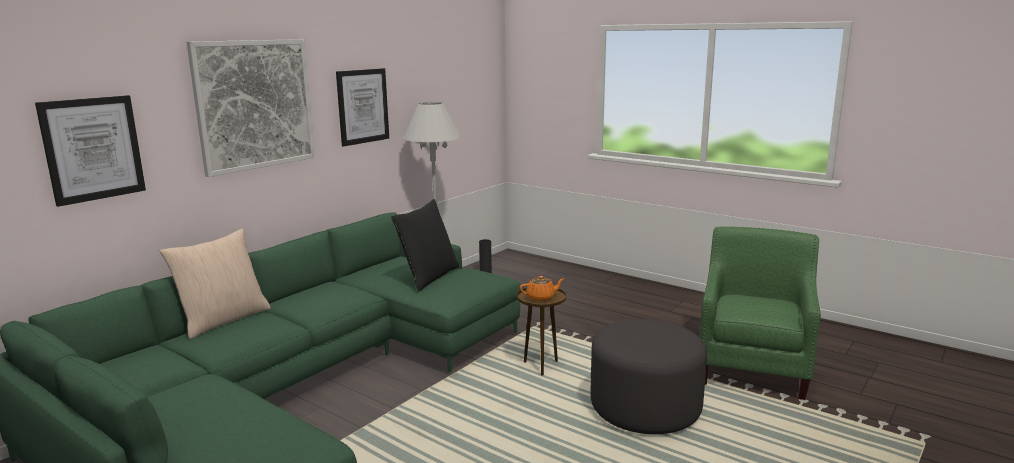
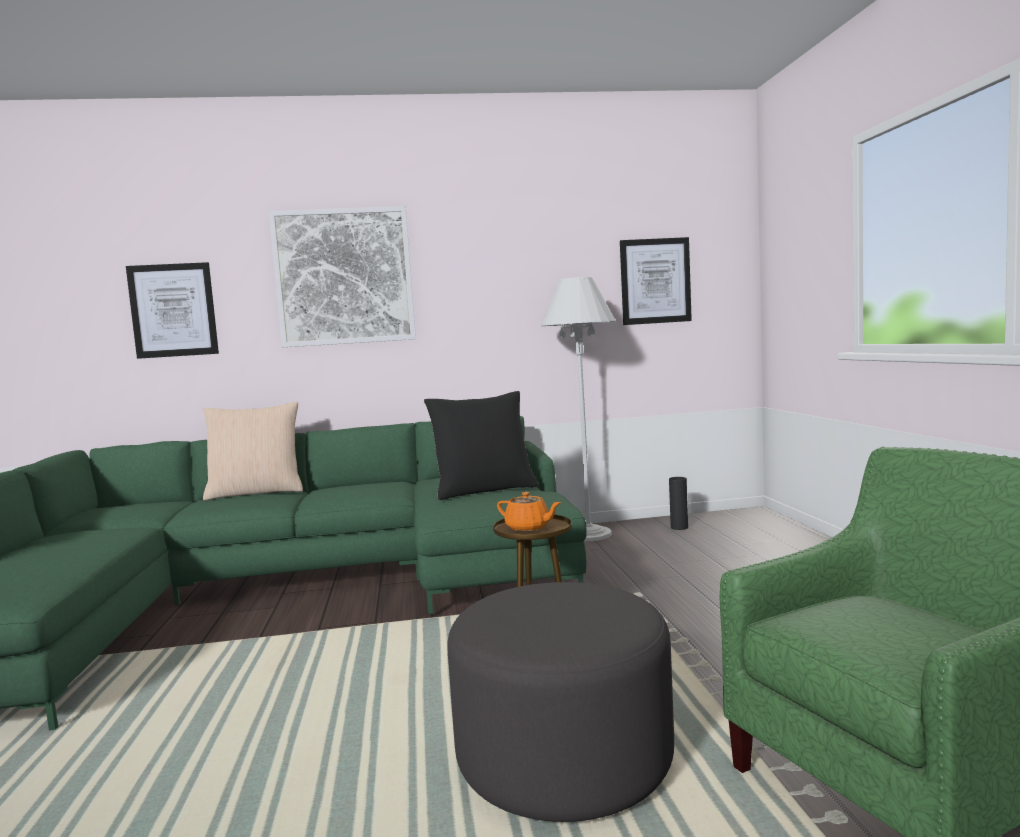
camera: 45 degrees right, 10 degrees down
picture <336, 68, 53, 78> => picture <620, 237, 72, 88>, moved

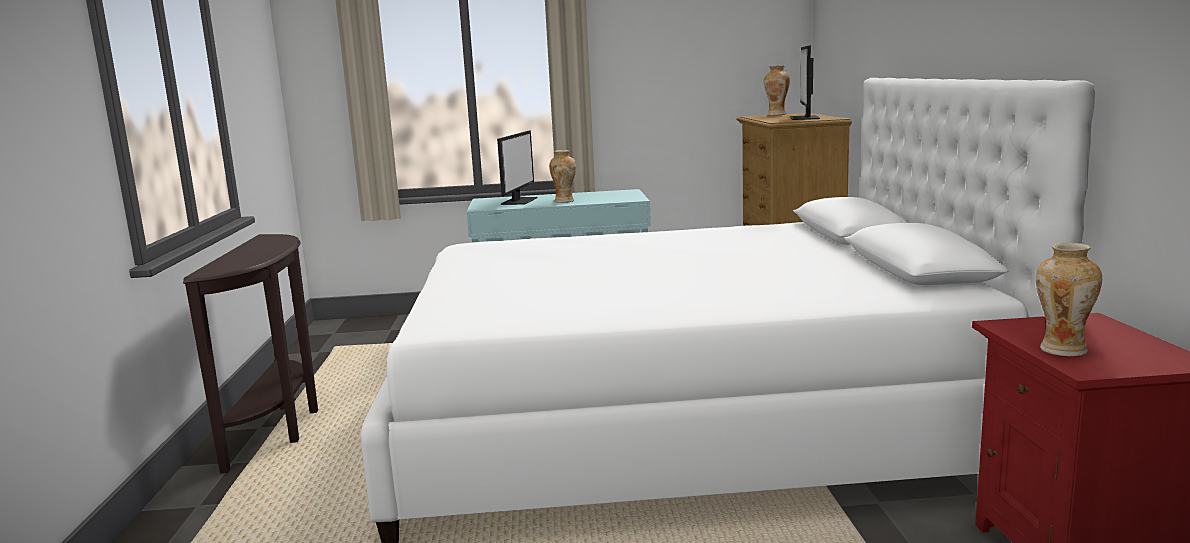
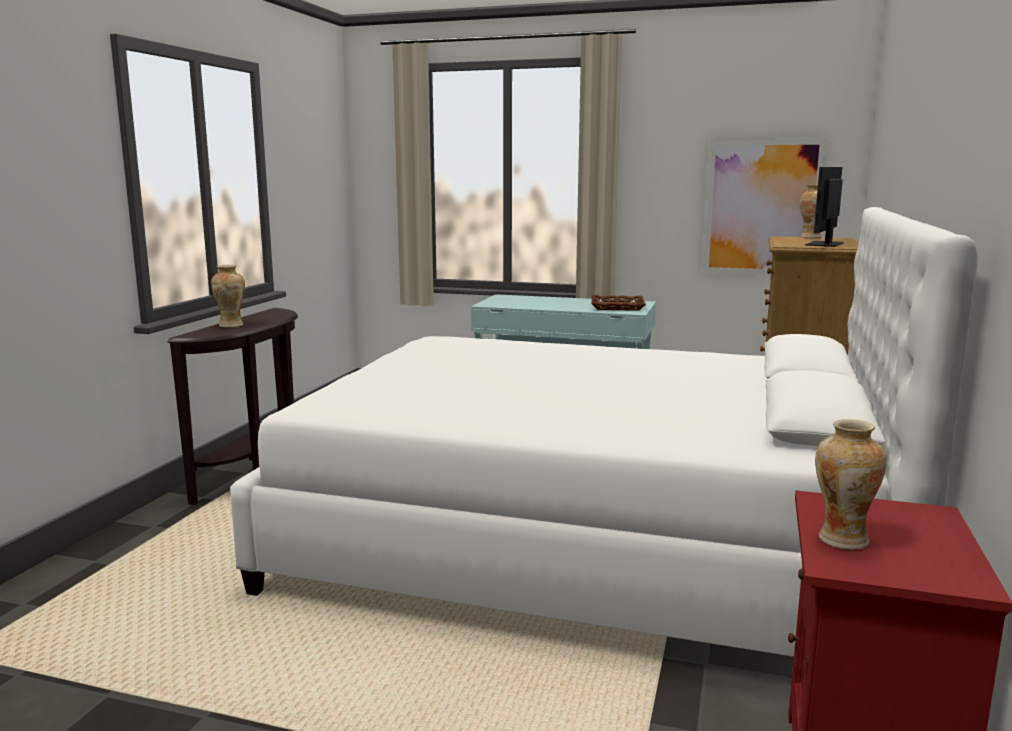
camera: 20 degrees right, 0 degrees up
vase <549, 150, 27, 53> => vase <211, 265, 34, 63>, moved
nothing => tray (brown) <591, 295, 55, 16>
nothing => picture <703, 138, 124, 137>
monitor <497, 131, 41, 74> => nothing

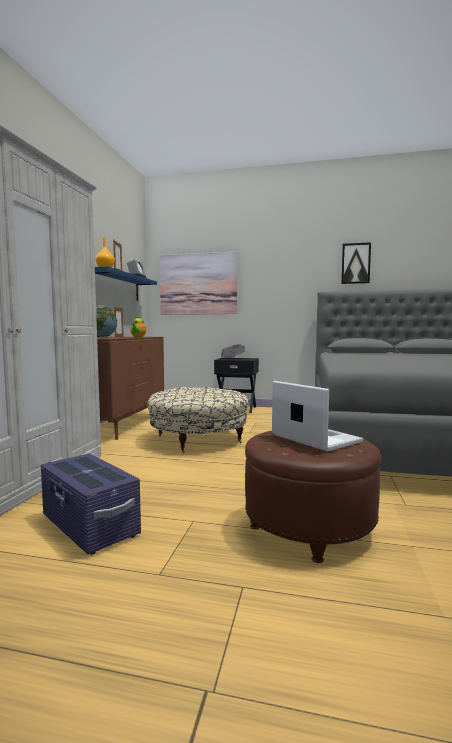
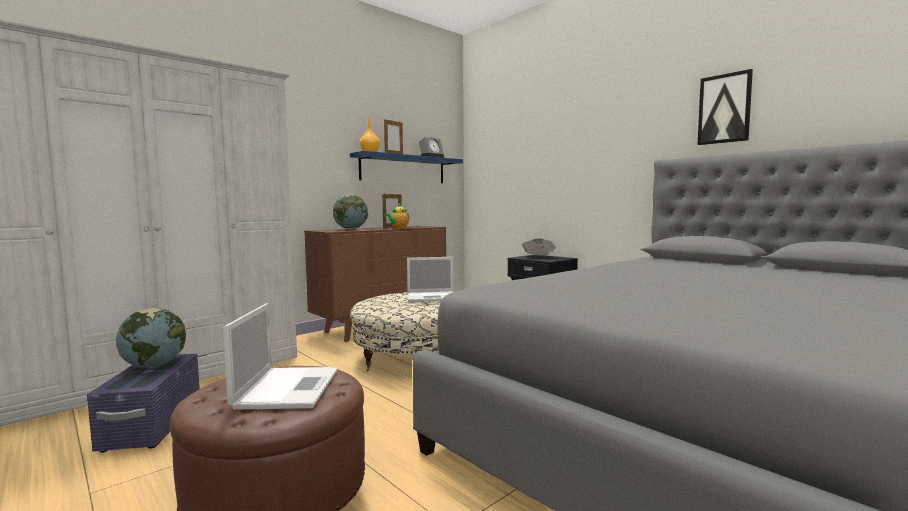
camera: 35 degrees right, 0 degrees up
nothing => globe <116, 308, 70, 60>
nothing => laptop <407, 257, 46, 45>
picture <160, 252, 77, 63> => nothing

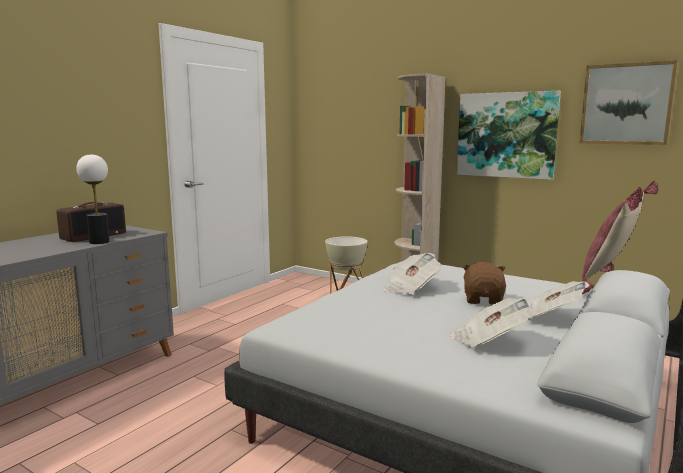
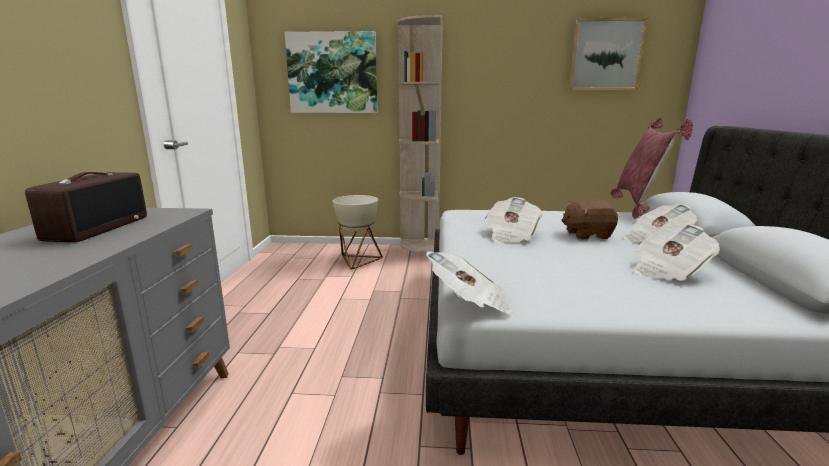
camera: 30 degrees left, 5 degrees up
picture <457, 91, 104, 89> => picture <285, 31, 93, 82>, moved
nothing => newspaper <426, 251, 86, 63>
plush toy (brown) <462, 262, 44, 43> => plush toy (brown) <562, 199, 56, 41>, 75 degrees counterclockwise
table lamp <76, 154, 34, 90> => nothing

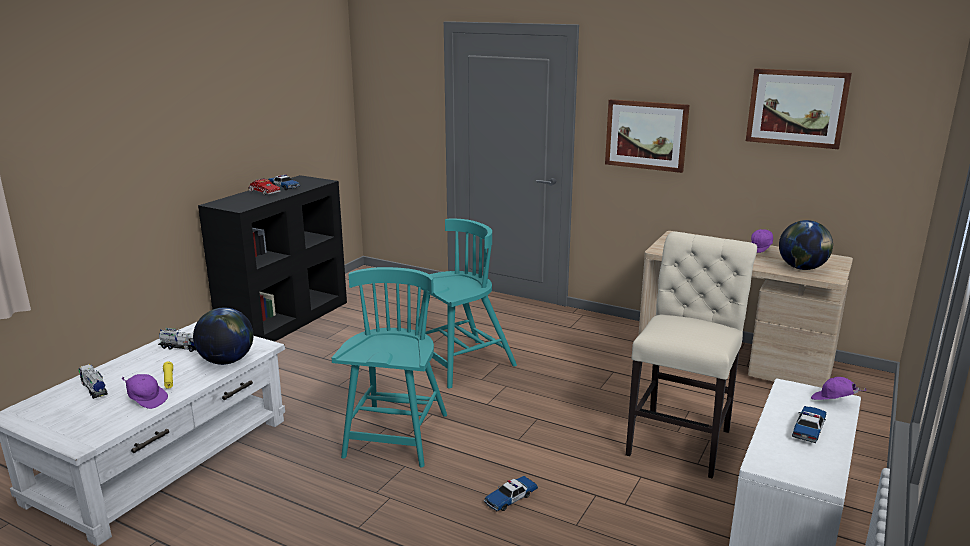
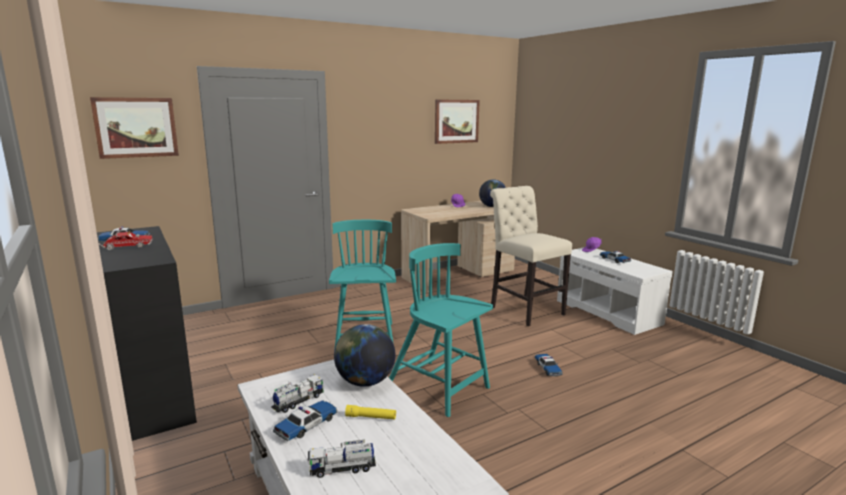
camera: 60 degrees left, 5 degrees down
picture <605, 99, 85, 74> => picture <90, 97, 89, 62>, moved
nothing => toy car <273, 400, 65, 41>
cap (purple) <122, 374, 46, 35> => nothing

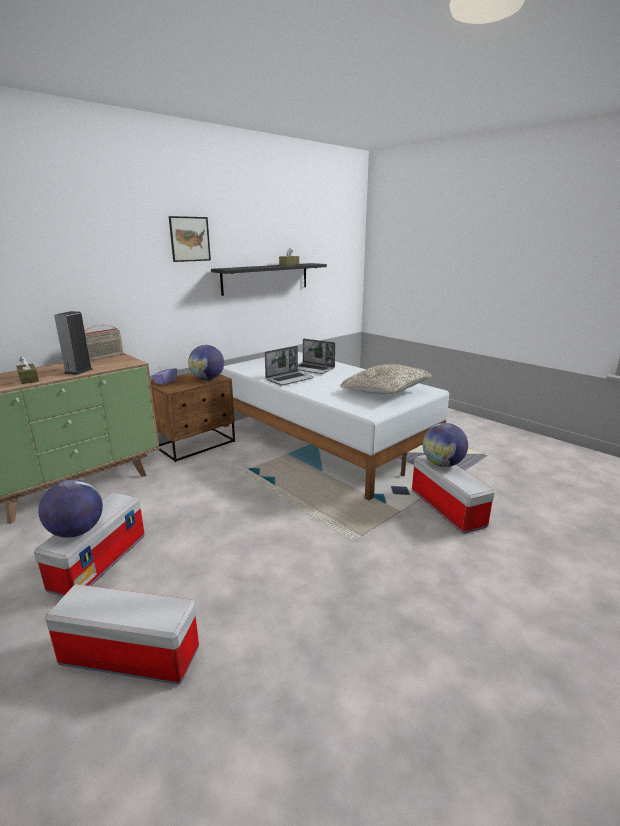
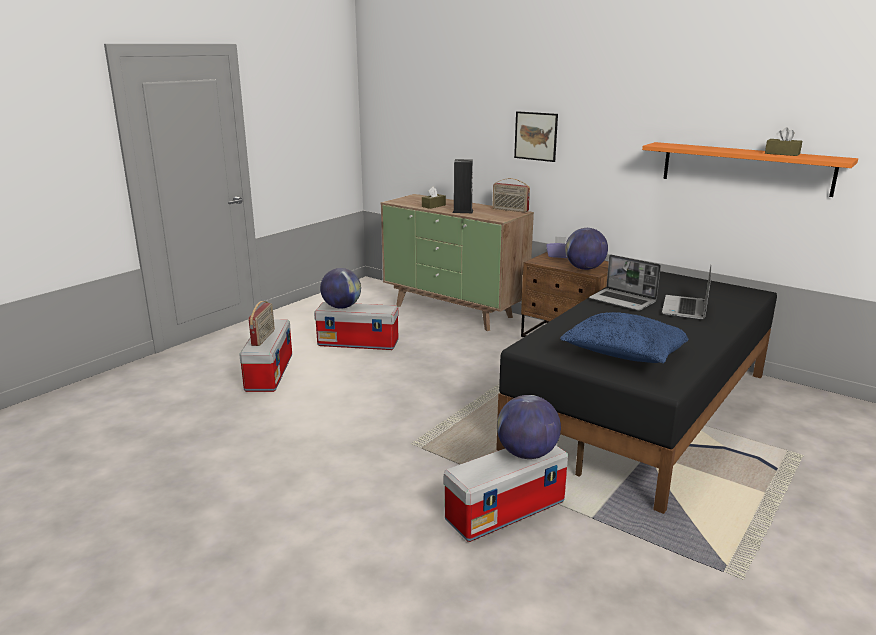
camera: 80 degrees right, 0 degrees up
nothing => radio <248, 301, 27, 45>
bed (white) <221, 352, 228, 148> => bed (black) <496, 271, 281, 243>
picture <169, 216, 42, 46> => picture <514, 111, 44, 51>, moved
pillow (beige) <340, 364, 92, 30> => pillow (blue) <561, 312, 127, 51>
shelf (black) <211, 263, 116, 33> => shelf (orange) <642, 142, 216, 55>

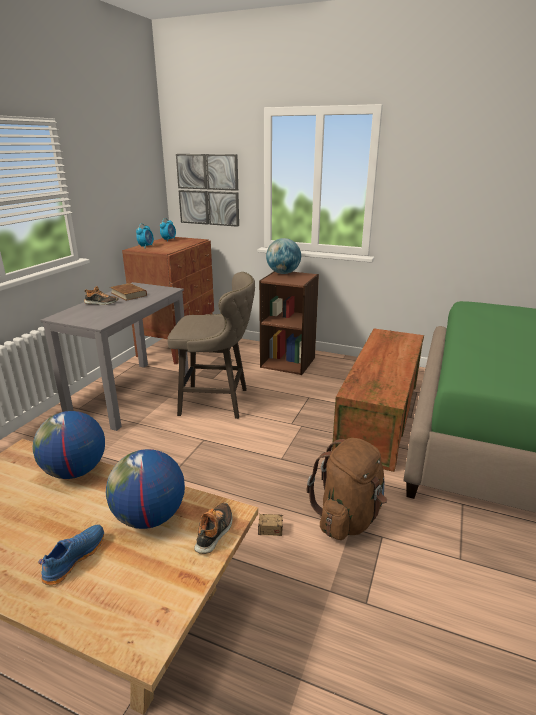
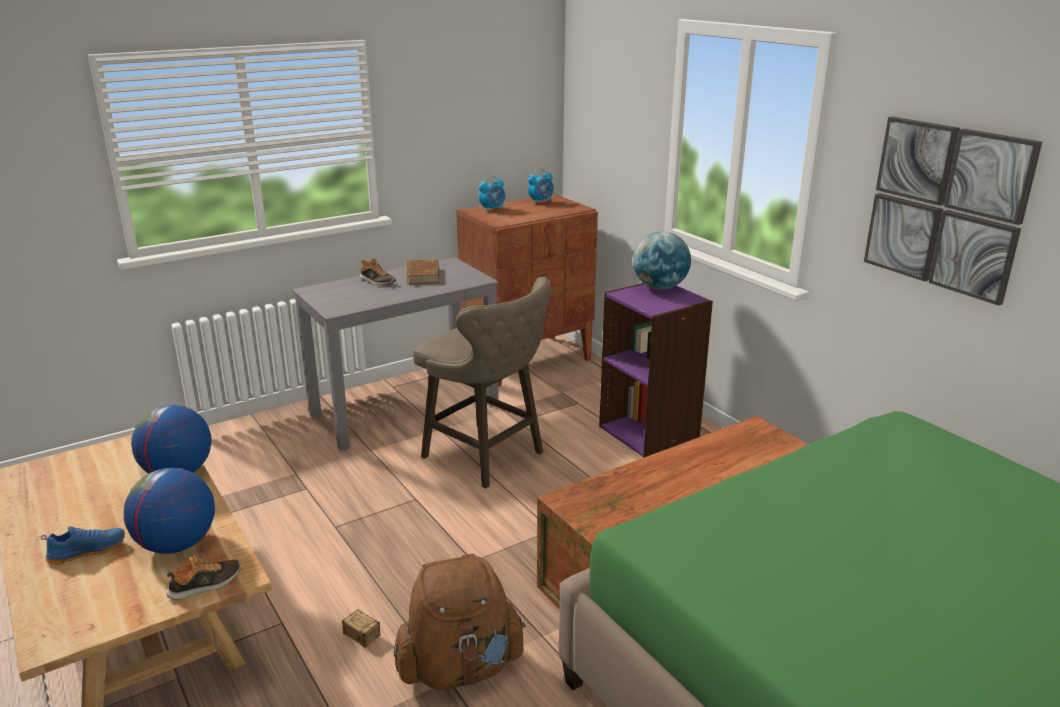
camera: 35 degrees right, 0 degrees up
bookcase (brown) <259, 271, 60, 104> => bookcase (purple) <599, 283, 114, 174>
picture <176, 154, 63, 73> => picture <864, 117, 178, 189>, moved

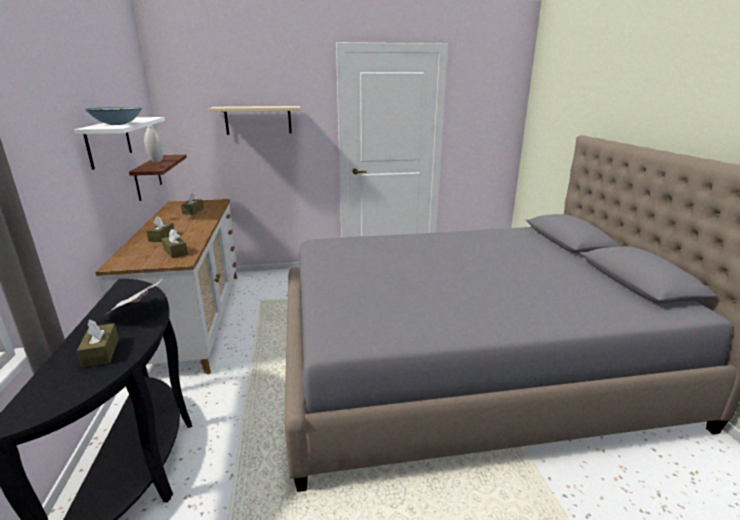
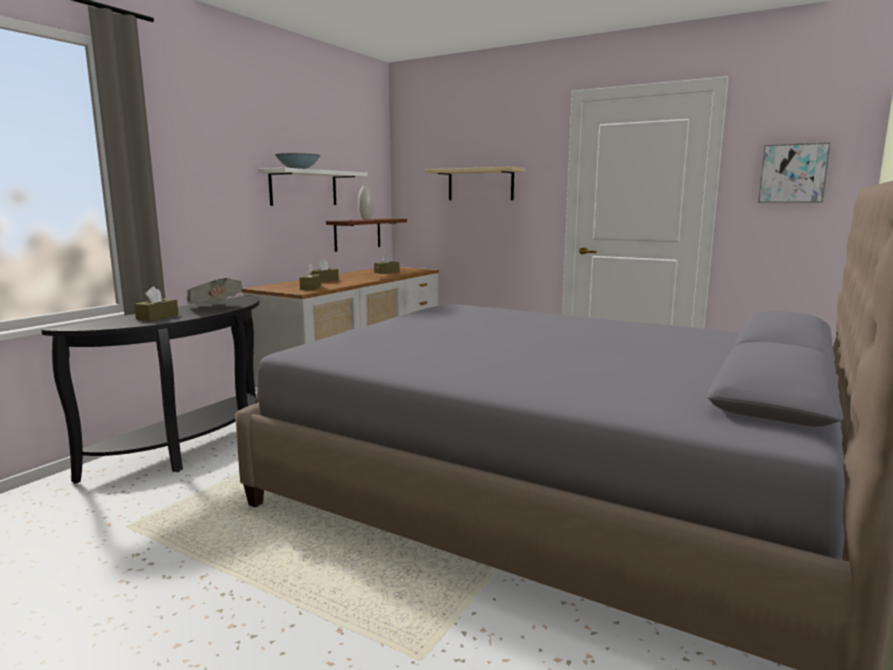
camera: 40 degrees right, 10 degrees down
nothing => picture <758, 142, 73, 61>

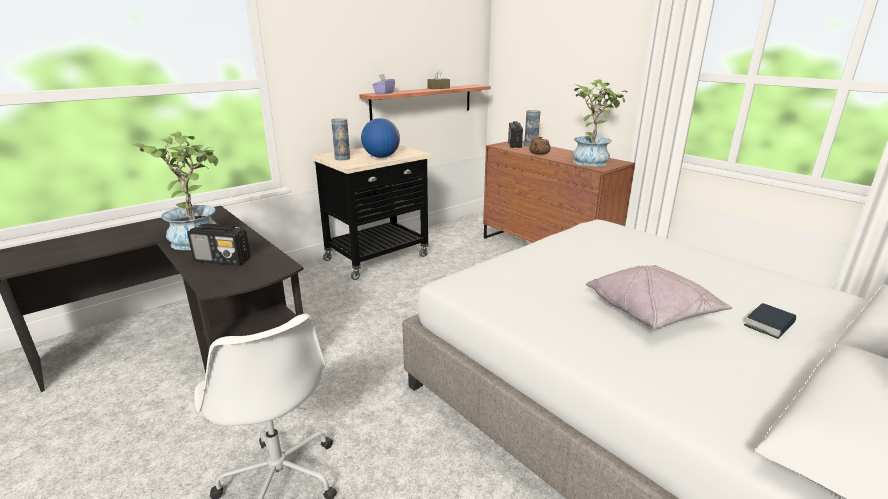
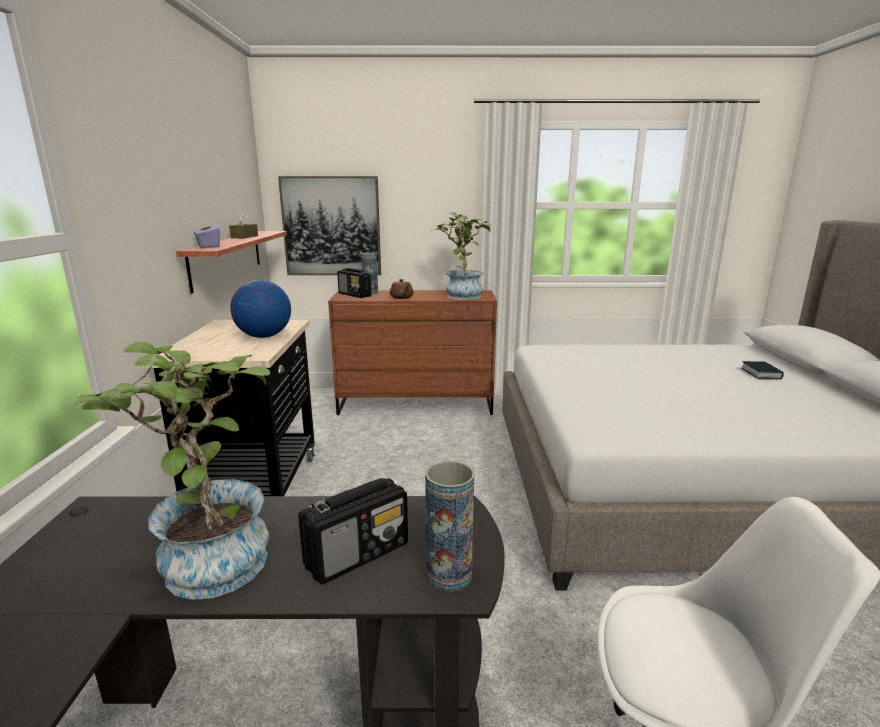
camera: 50 degrees left, 5 degrees down
nothing => picture <278, 176, 103, 99>
vase <331, 118, 19, 43> => vase <425, 461, 49, 130>, moved
pillow (purple) <586, 265, 146, 64> => nothing

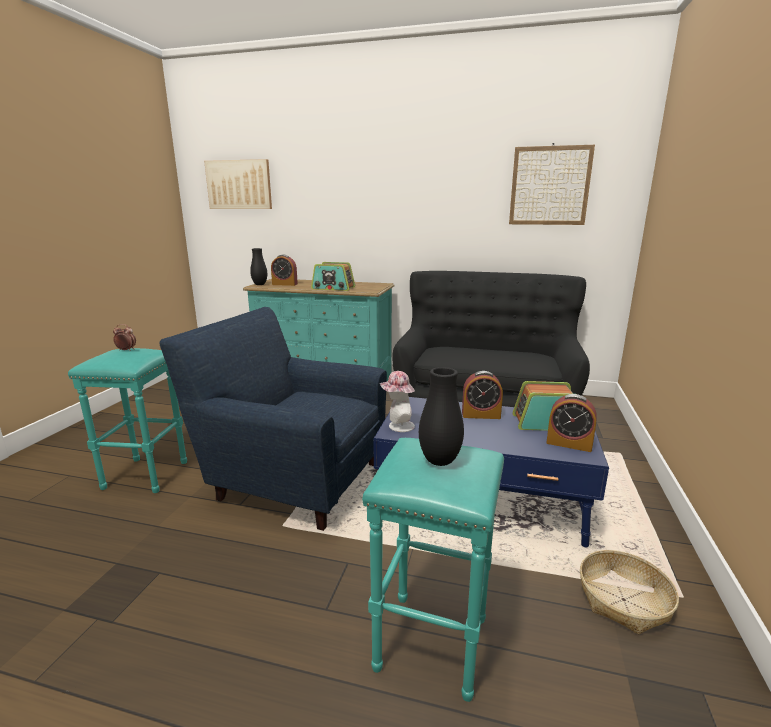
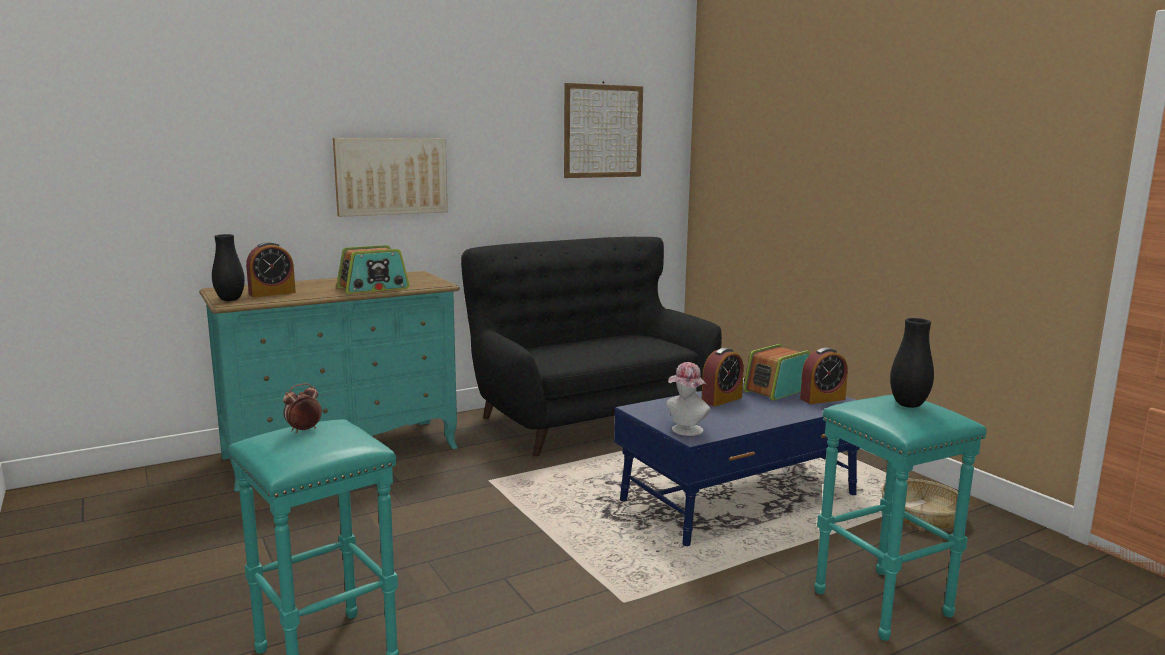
camera: 45 degrees left, 5 degrees down
picture <204, 159, 68, 50> => picture <333, 138, 115, 79>, moved
armchair (blue) <160, 307, 227, 224> => nothing

